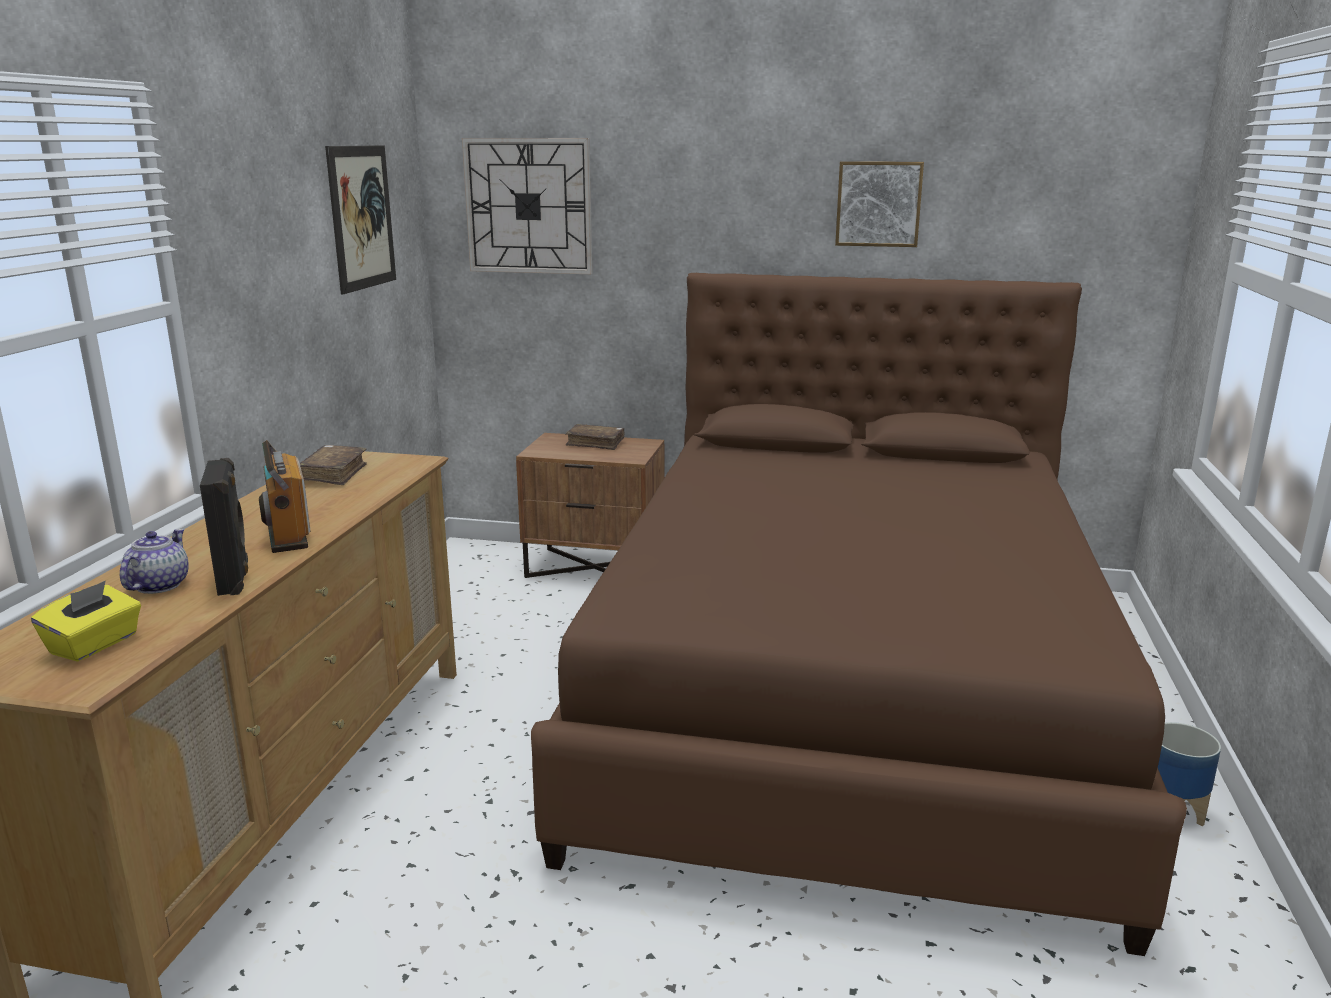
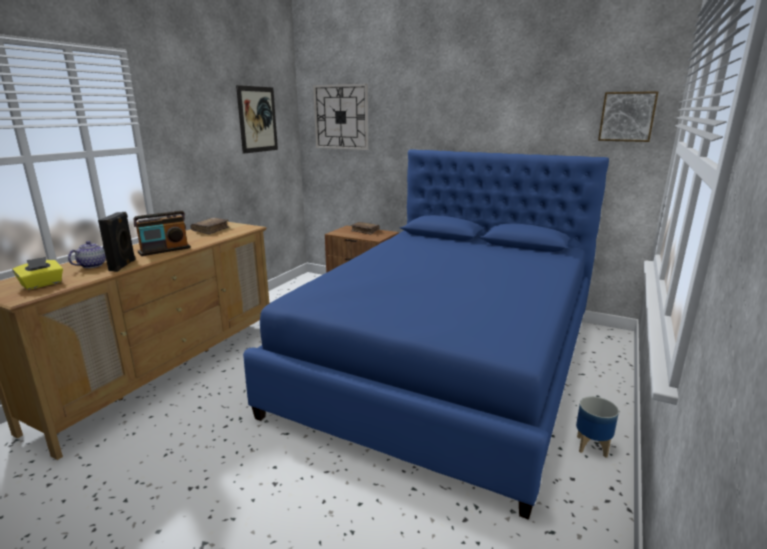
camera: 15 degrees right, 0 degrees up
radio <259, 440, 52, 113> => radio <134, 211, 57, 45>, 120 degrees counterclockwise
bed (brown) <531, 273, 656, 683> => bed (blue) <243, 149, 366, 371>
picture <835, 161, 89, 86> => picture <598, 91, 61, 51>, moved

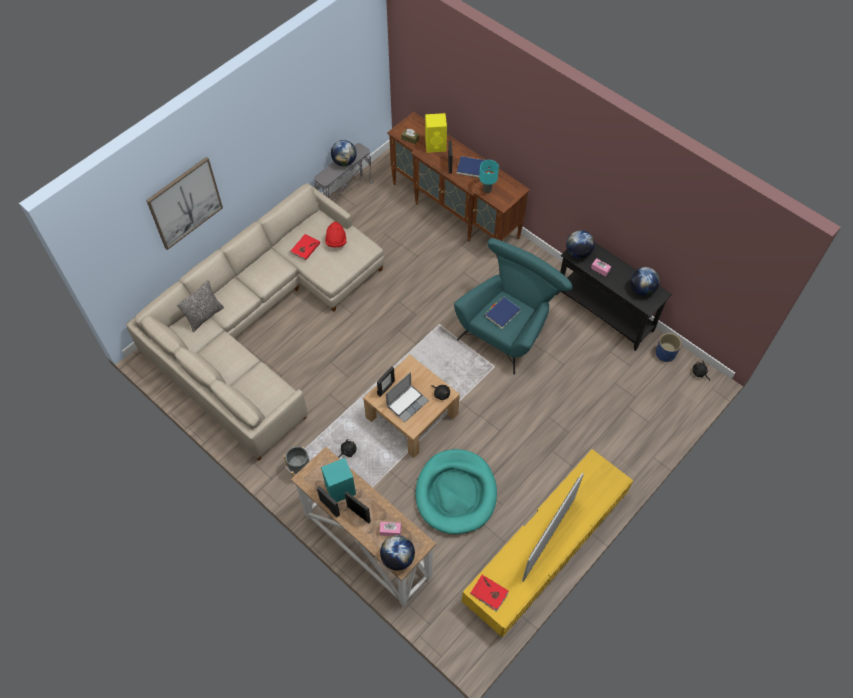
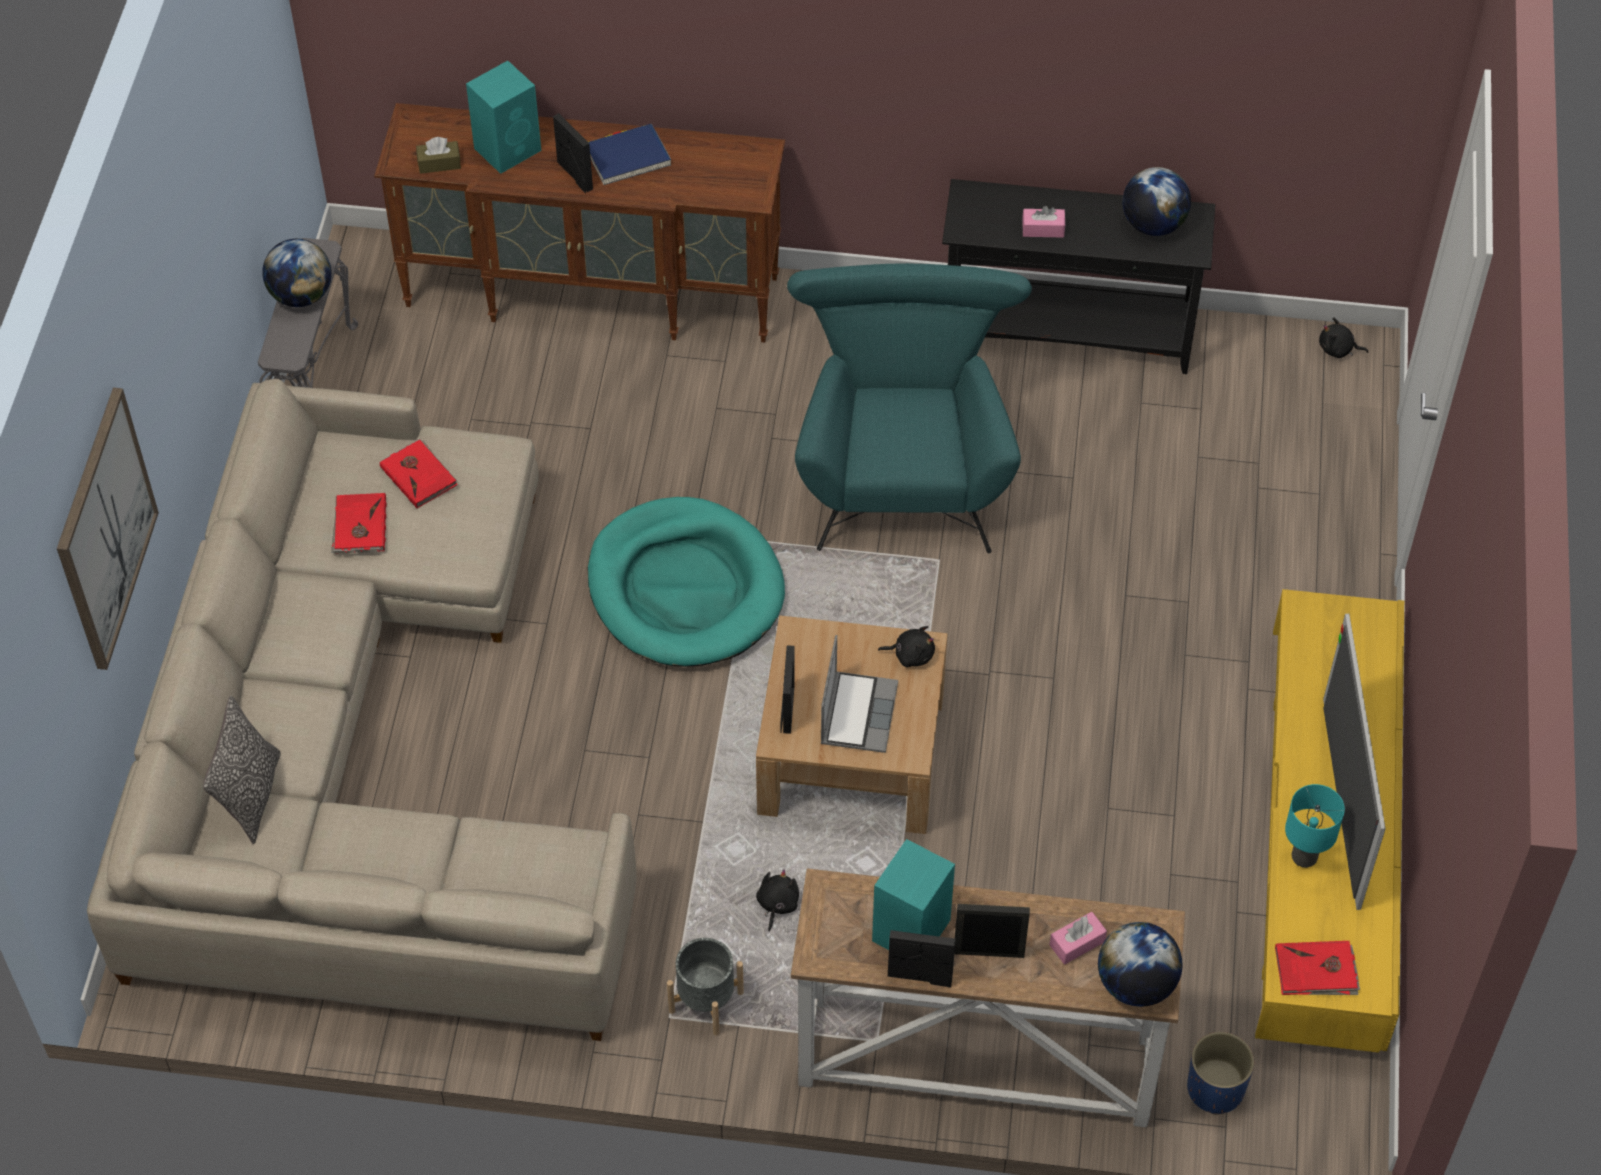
camera: 35 degrees left, 5 degrees down
hat (red) <325, 221, 21, 26> => book (red) <380, 438, 78, 70>
speaker (yellow) <425, 113, 22, 40> => speaker (turquoise) <466, 61, 75, 113>
dog bed (turquoise) <415, 449, 82, 85> => dog bed (turquoise) <588, 497, 197, 170>, moved
planter (blue) <656, 333, 25, 29> => planter (blue) <1187, 1032, 67, 83>, moved
table lamp (turquoise) <479, 160, 20, 33> => table lamp (turquoise) <1285, 784, 60, 84>, moved
book (blue) <484, 297, 37, 32> => nothing
globe <566, 230, 29, 28> => nothing

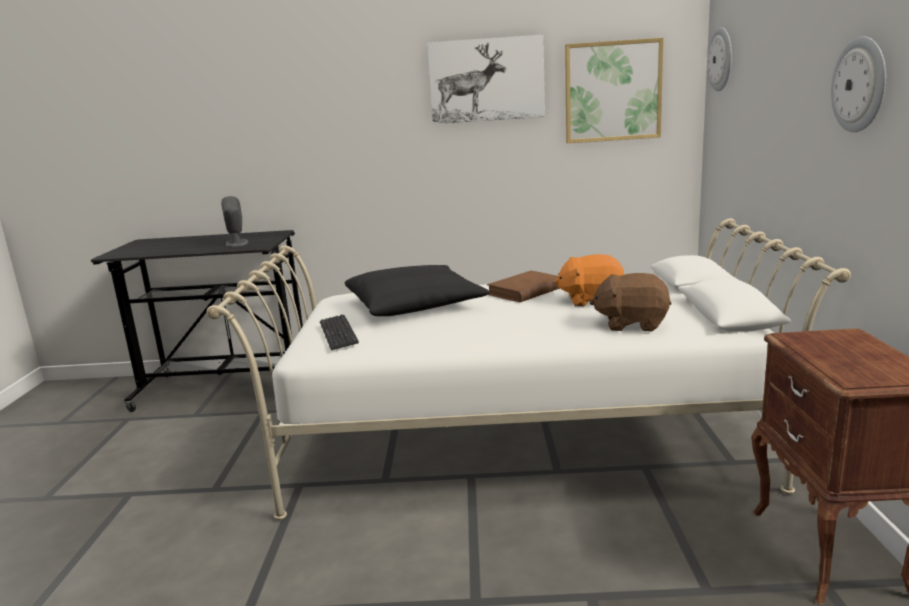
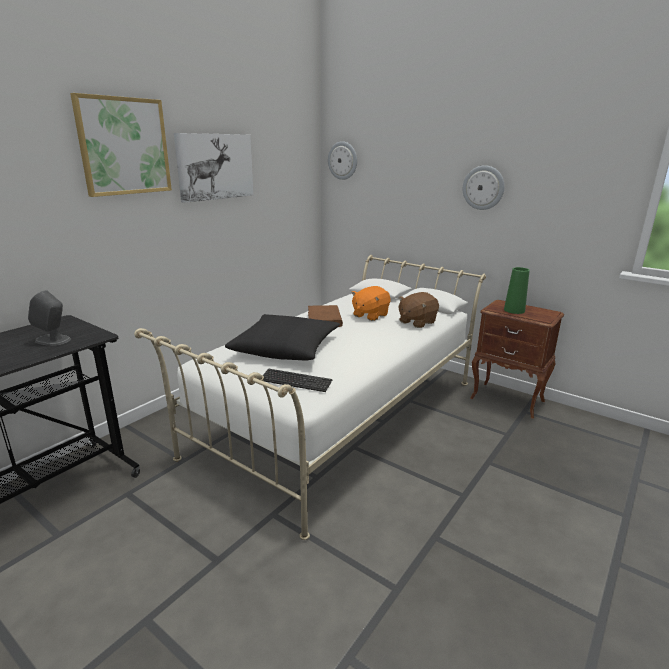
camera: 55 degrees left, 5 degrees up
picture <565, 38, 99, 105> => picture <70, 93, 102, 104>, moved
nothing => vase (green) <504, 267, 26, 47>

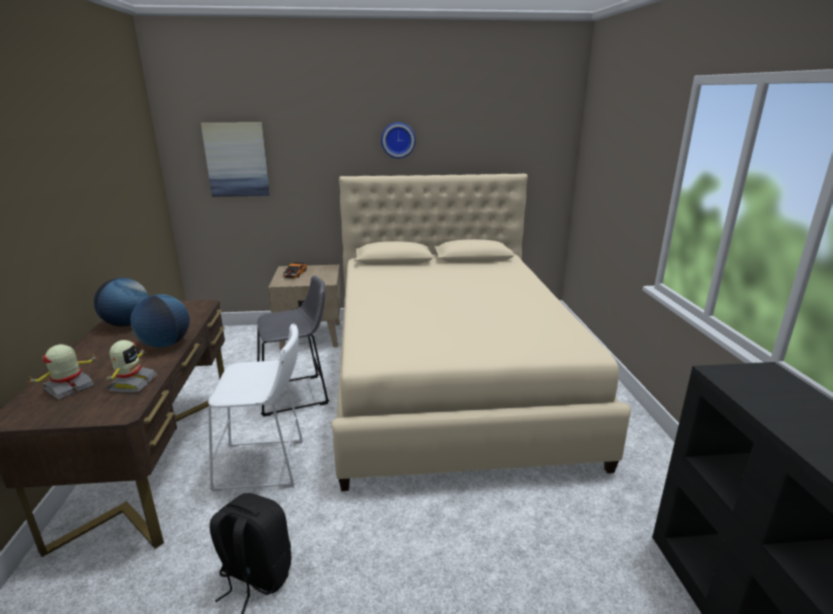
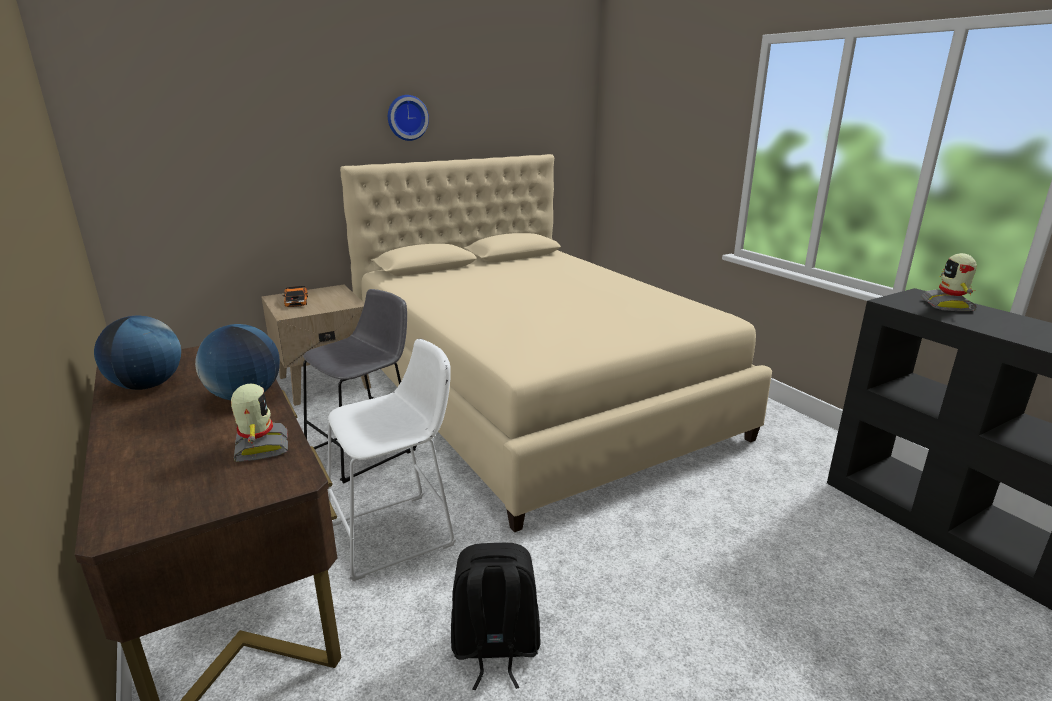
camera: 25 degrees left, 0 degrees up
toy robot <26, 344, 72, 56> => toy robot <921, 253, 56, 58>, moved
picture <201, 122, 69, 75> => nothing

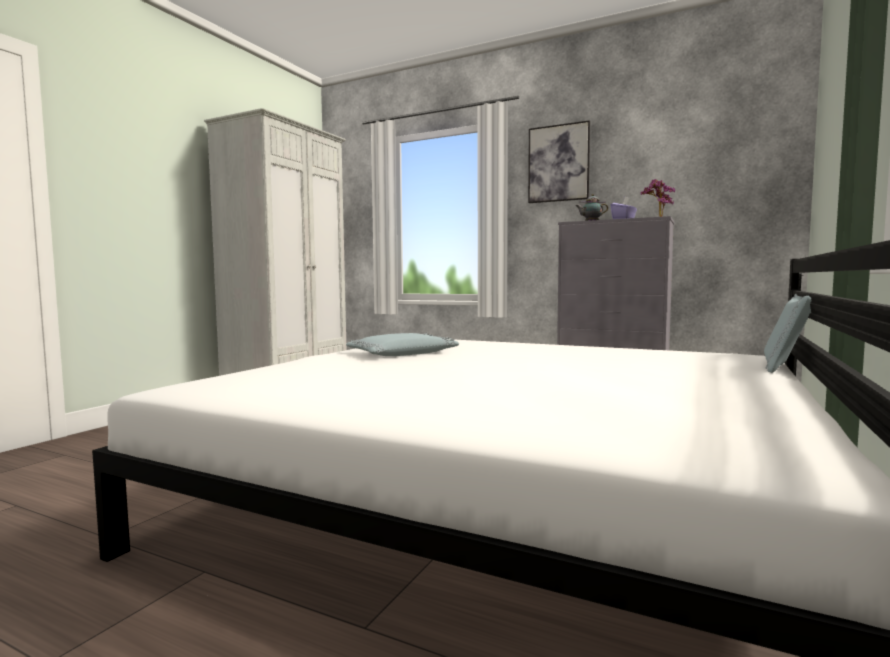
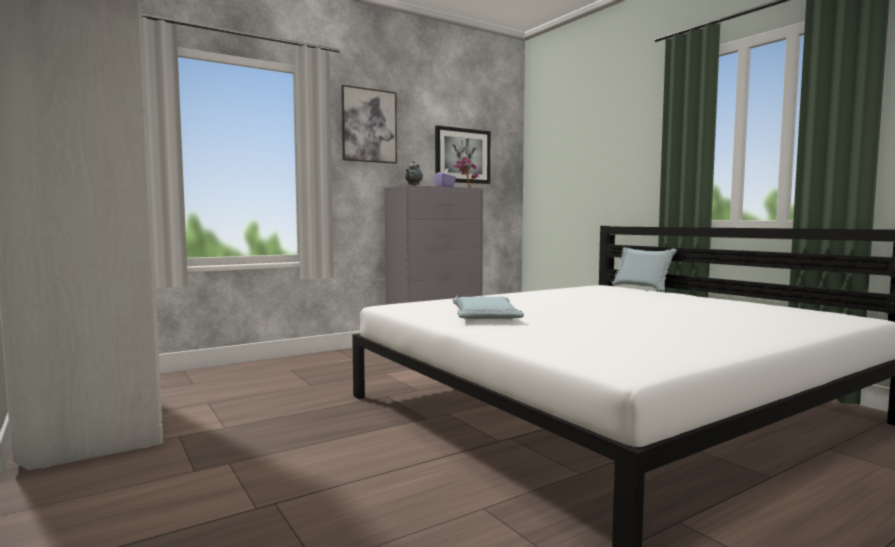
camera: 60 degrees left, 0 degrees up
nothing => picture <435, 126, 55, 58>

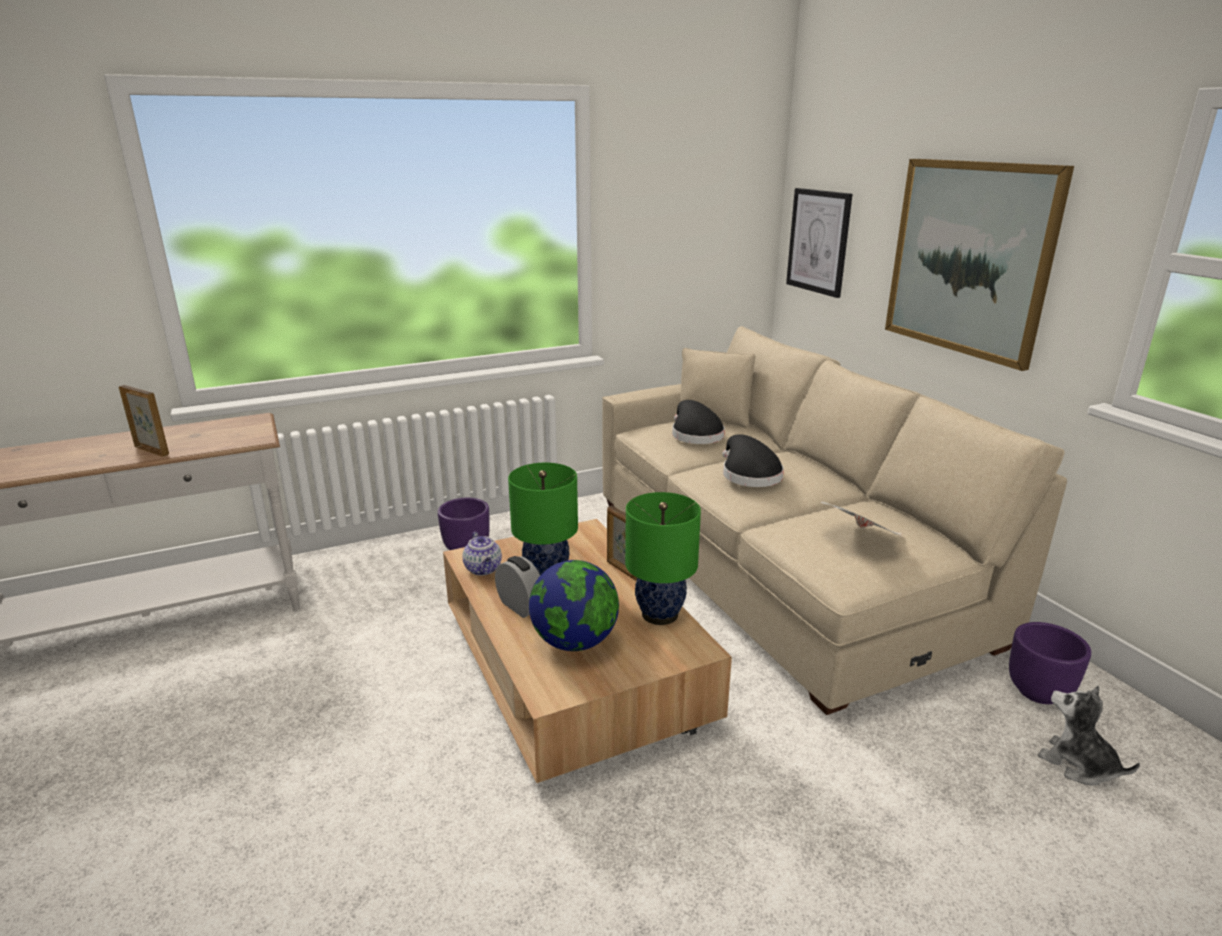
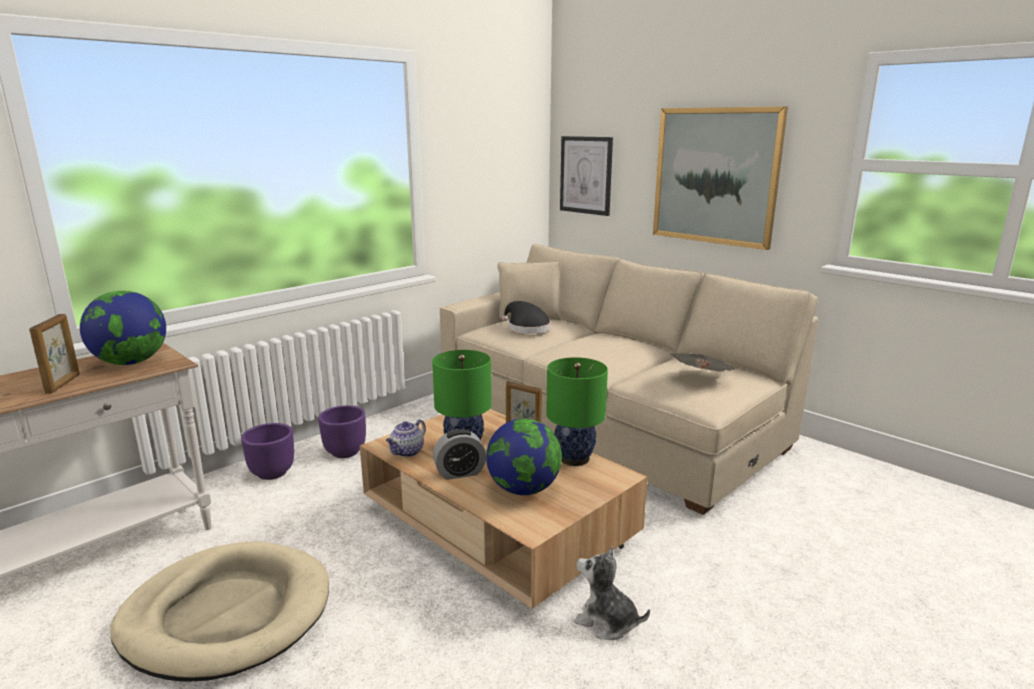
camera: 20 degrees left, 5 degrees down
picture frame <119, 385, 50, 72> => picture frame <29, 314, 51, 79>, 75 degrees clockwise
nothing => globe <80, 291, 86, 74>
nothing => dog bed (beige) <110, 542, 219, 140>
planter (purple) <1009, 622, 82, 82> => planter (purple) <241, 423, 53, 57>, moved
teapot <462, 532, 40, 44> => teapot <386, 420, 40, 37>, 75 degrees clockwise
alarm clock <495, 556, 45, 62> => alarm clock <433, 429, 53, 51>, 135 degrees clockwise
plush toy <1038, 686, 102, 99> => plush toy <574, 547, 76, 93>, moved
hat (black) <722, 434, 62, 53> => nothing

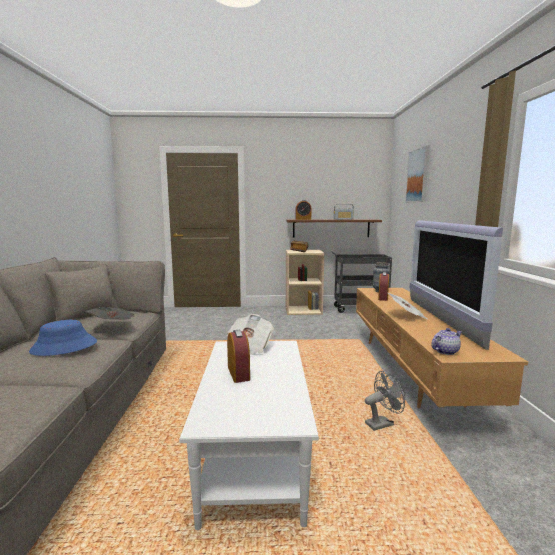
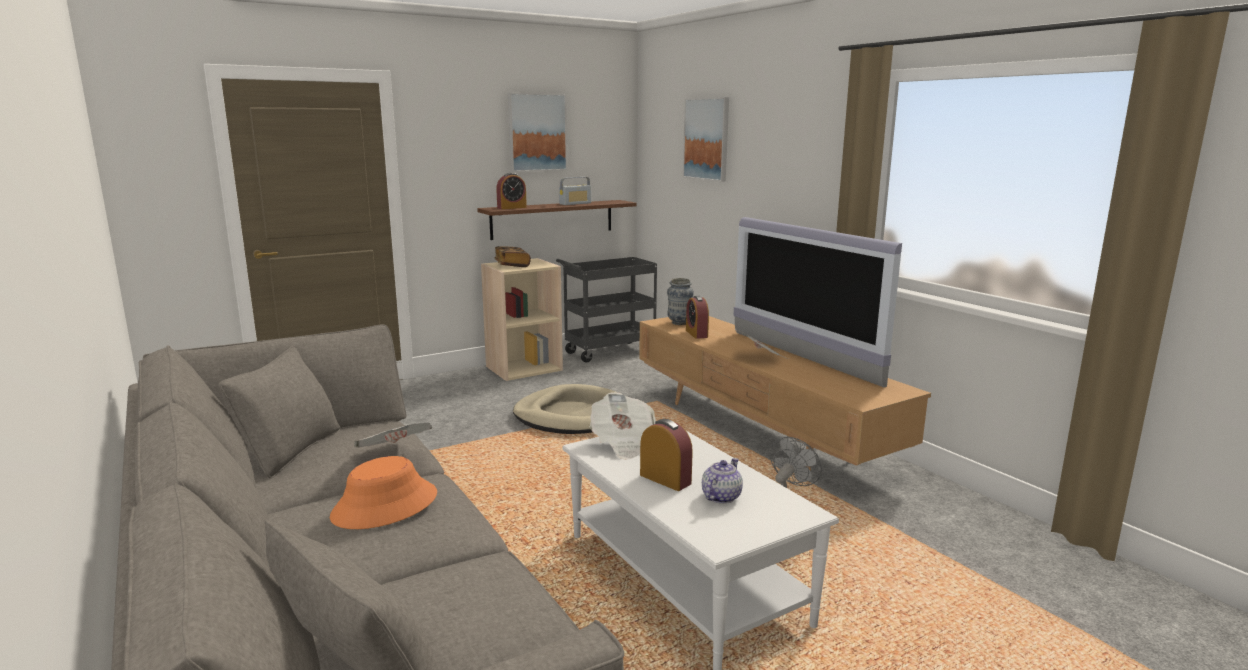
camera: 30 degrees left, 5 degrees up
hat (blue) <29, 320, 68, 36> => hat (orange) <330, 456, 107, 73>
nothing => picture <508, 93, 59, 79>
nothing => dog bed (beige) <513, 384, 102, 50>
teapot <431, 328, 31, 27> => teapot <702, 458, 41, 46>, moved

